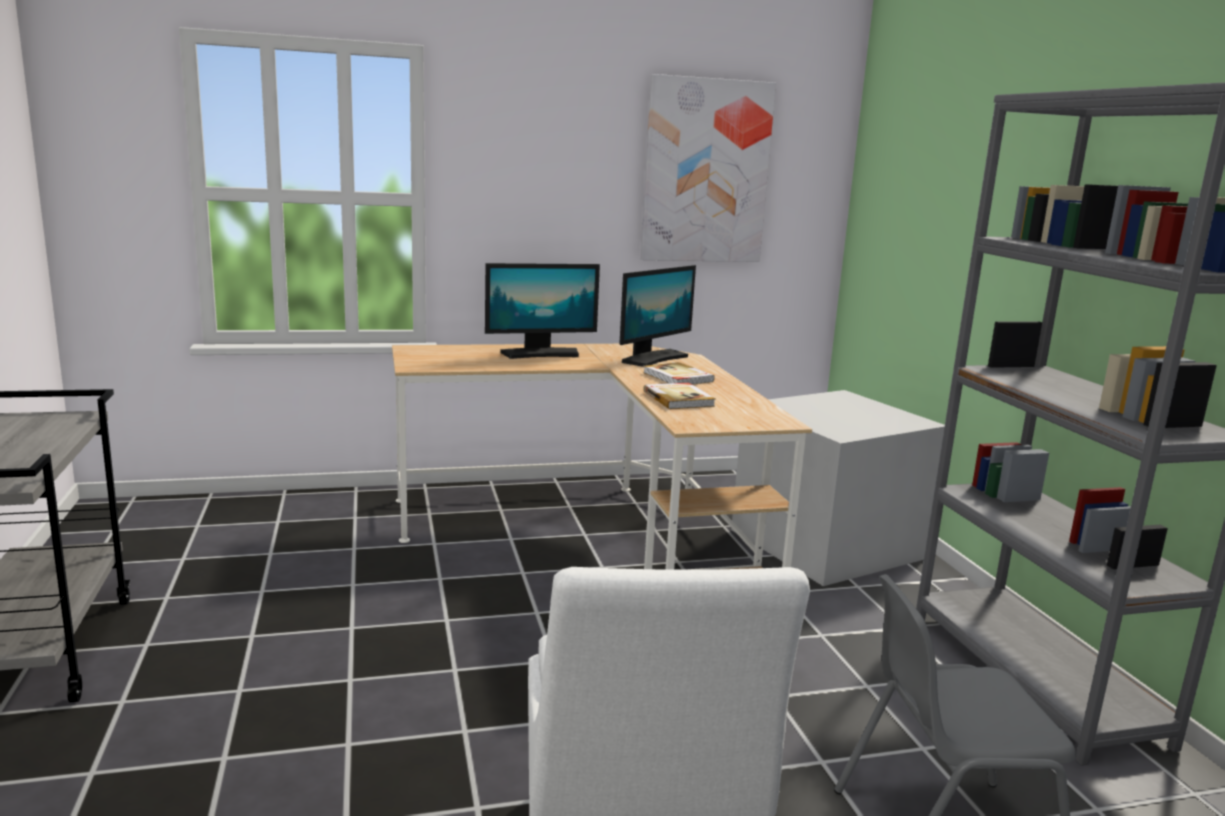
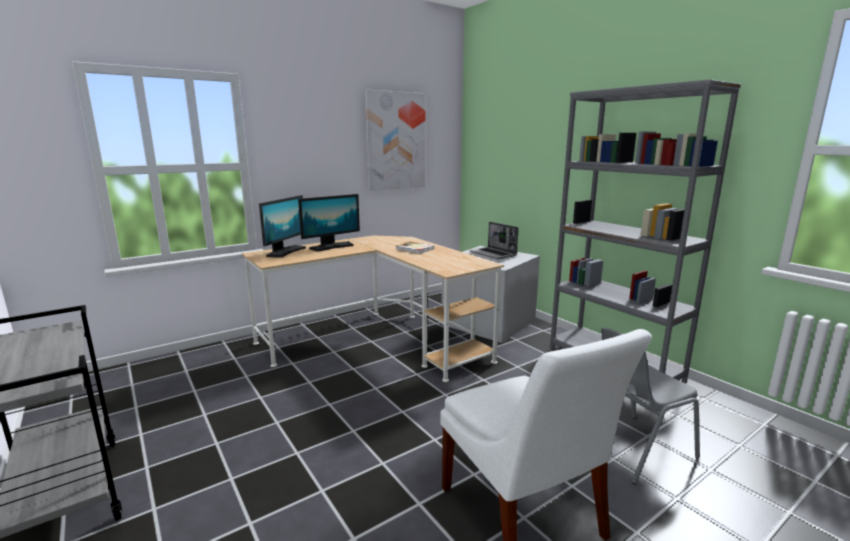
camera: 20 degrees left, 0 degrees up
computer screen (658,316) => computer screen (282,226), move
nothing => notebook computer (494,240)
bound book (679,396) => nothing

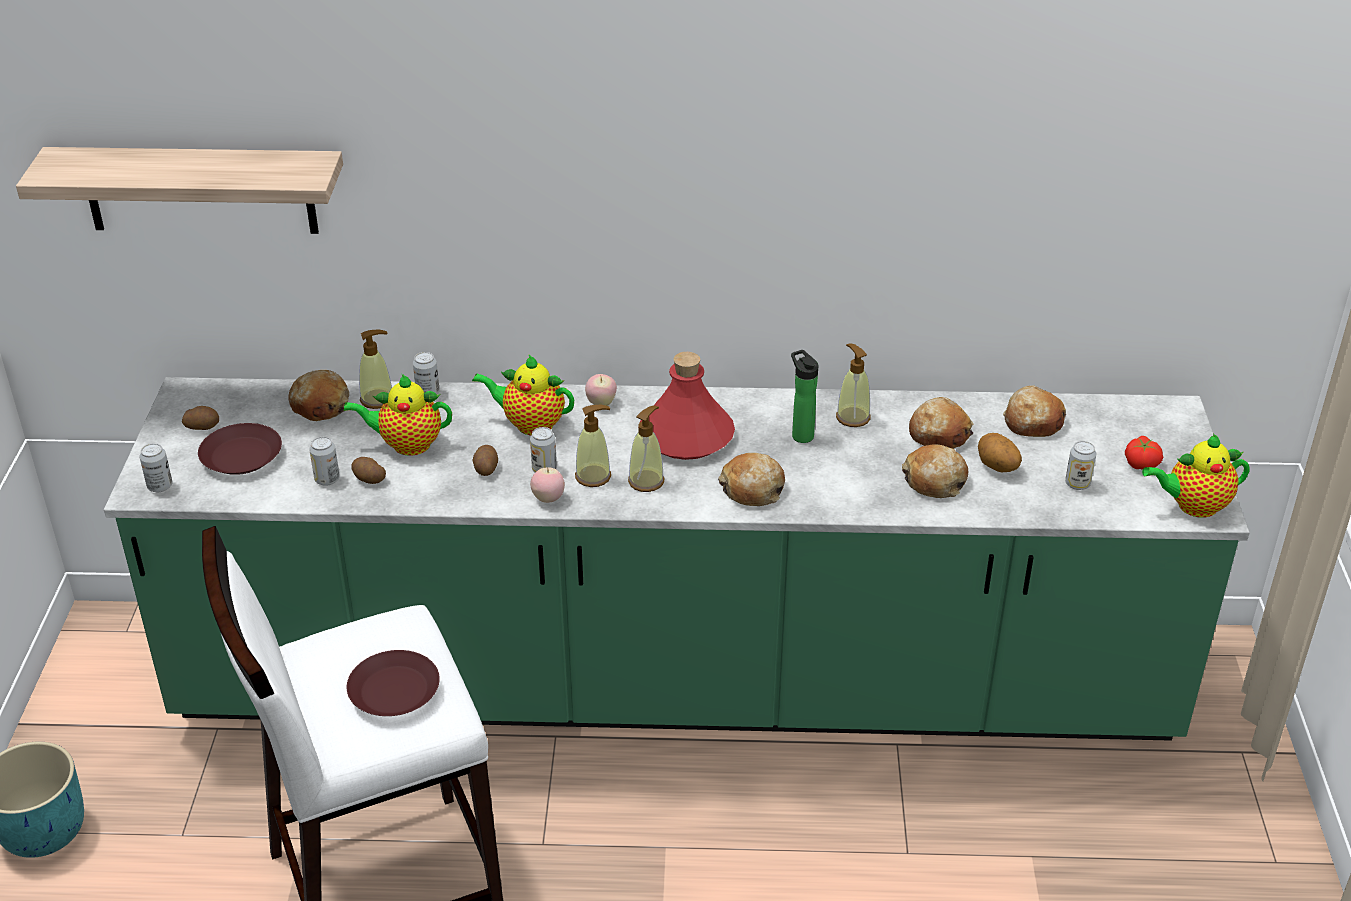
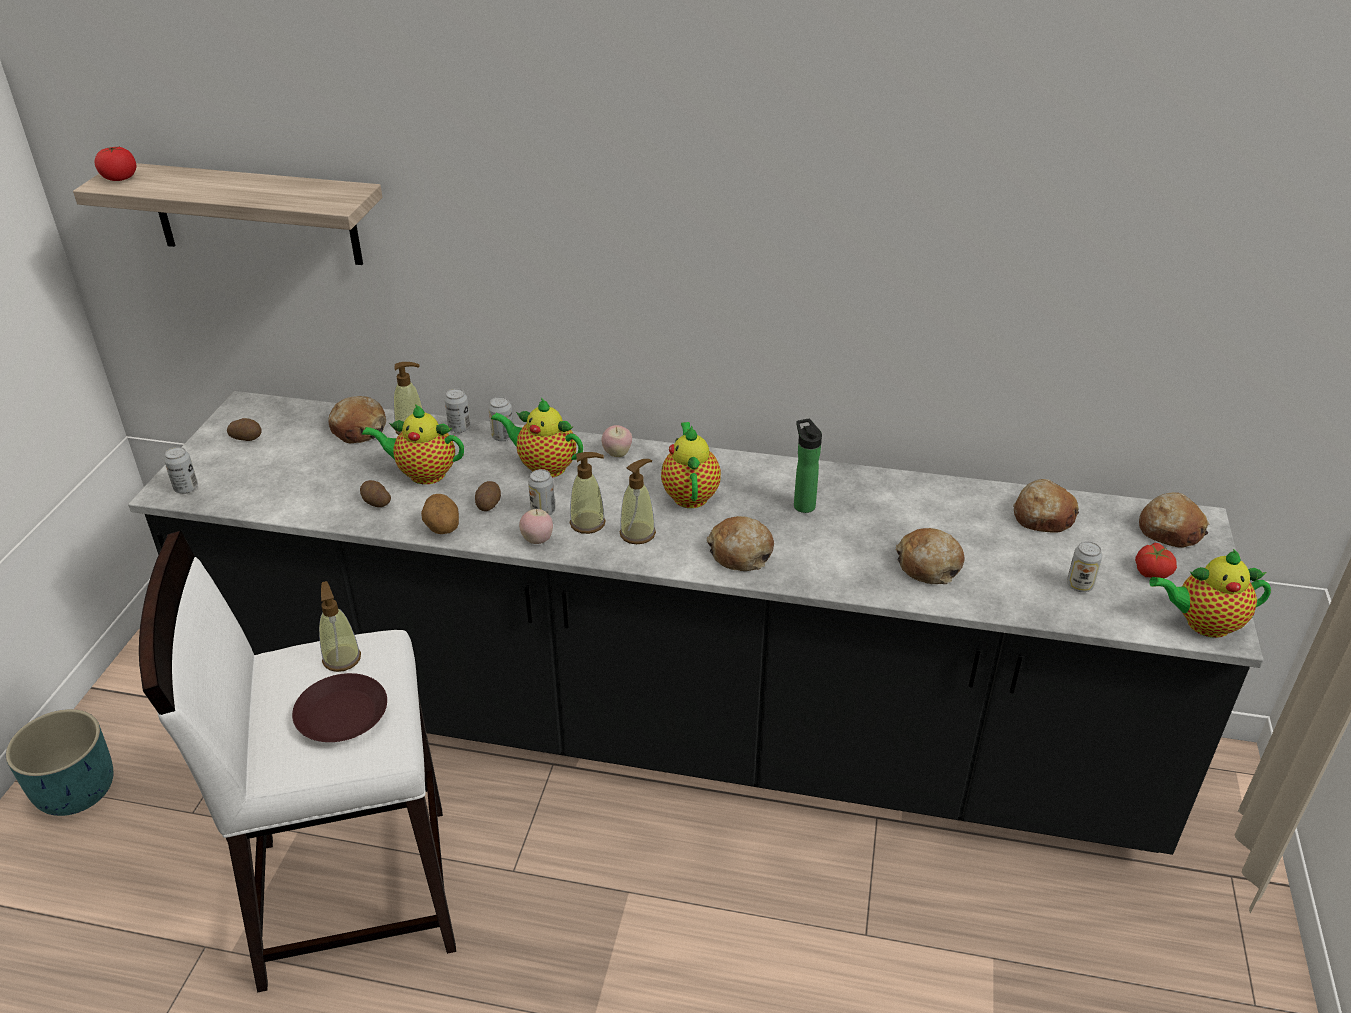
camera: 10 degrees right, 0 degrees up
nothing => fresh tomato (116,163)
greenish kitchen base unit (677,559) => blackish kitchen base unit (695,623)
liquid soap bottle (853,385) => liquid soap bottle (340,626), move
potato (1000,452) => potato (440,514), move
sealed can (324,461) => sealed can (500,419), move
red drink bottle (687,406) => teapot (691,465)
bakery bread (941,423) => bakery bread (1174,520), move
brown-coloured flat dish (240,449) => nothing

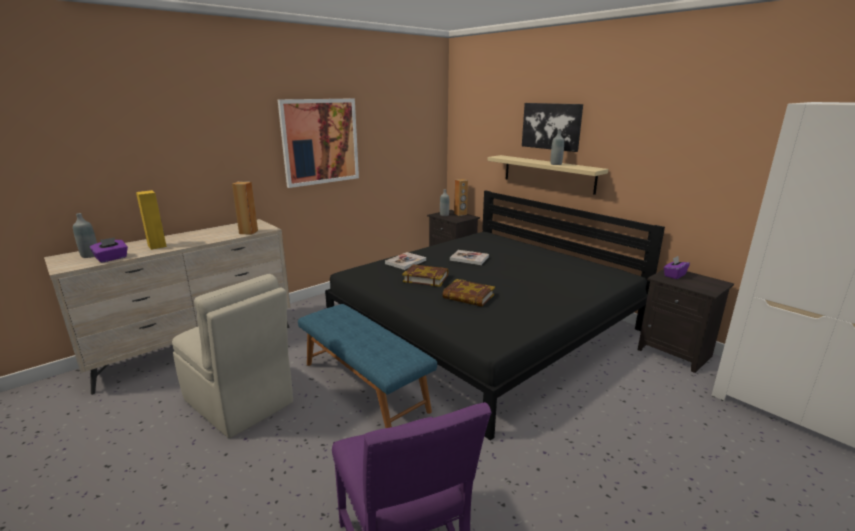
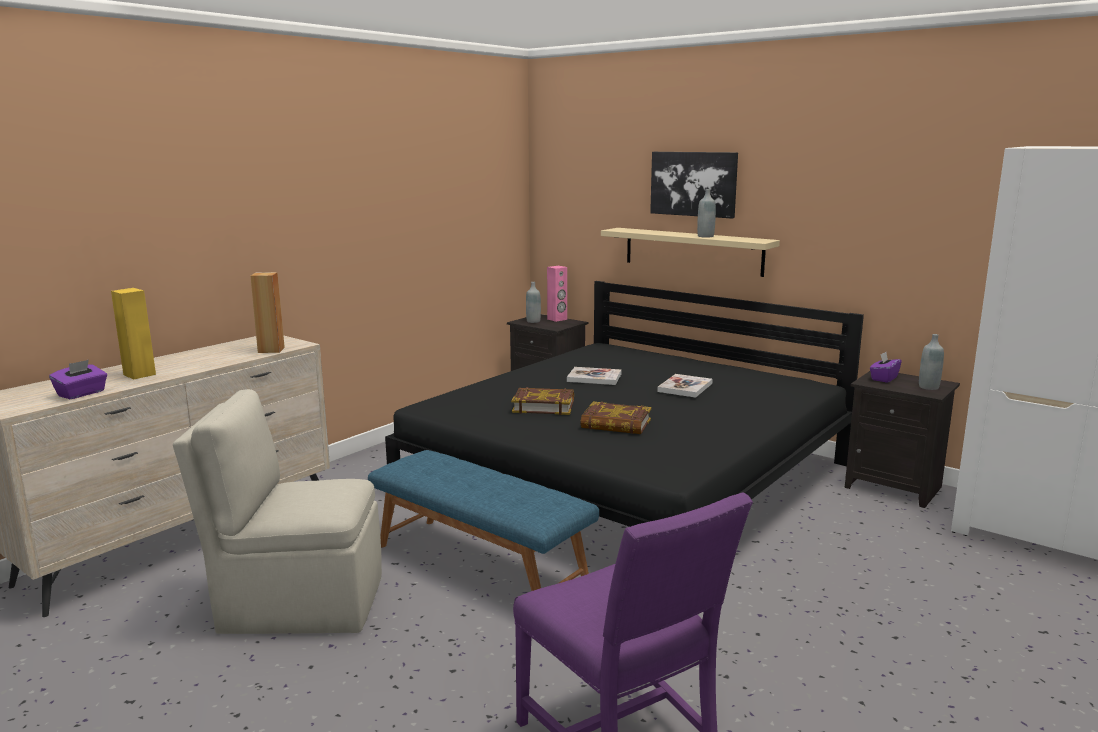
camera: 10 degrees left, 5 degrees down
beige upright chair (232,356) => beige upright chair (277,511), 150 degrees clockwise
brown-coloured loudspeaker (461,197) => pinkish loudspeaker (557,294)
bound book (405,261) => bound book (685,386), move
greyish drink bottle (85,235) => greyish drink bottle (931,362), move
wall art (318,143) => nothing

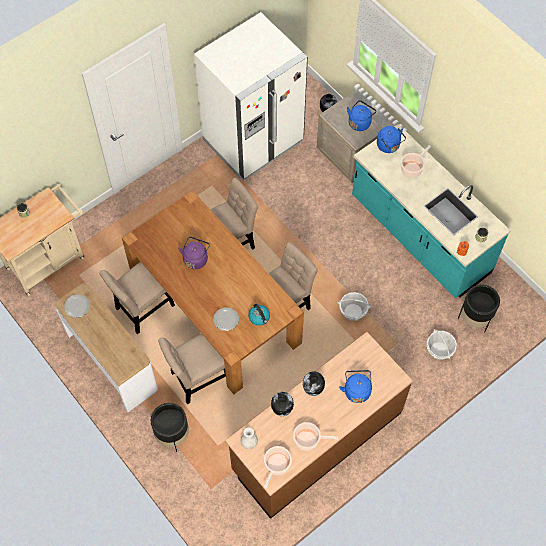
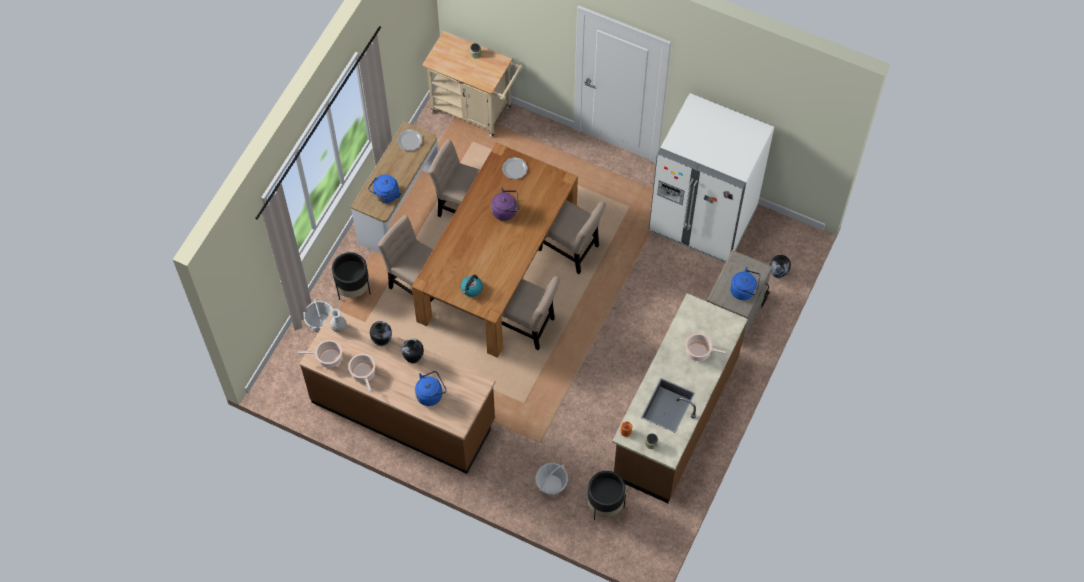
camera: 65 degrees right, 0 degrees up
storage basket (354,306) => storage basket (318,315), move
blue-coloured water kettle (391,139) => blue-coloured water kettle (384,188), move
flat dish (226,319) => flat dish (515,168), move
turquoise-coloured kitchen base unit (431,211) => brown-coloured kitchen base unit (680,398)

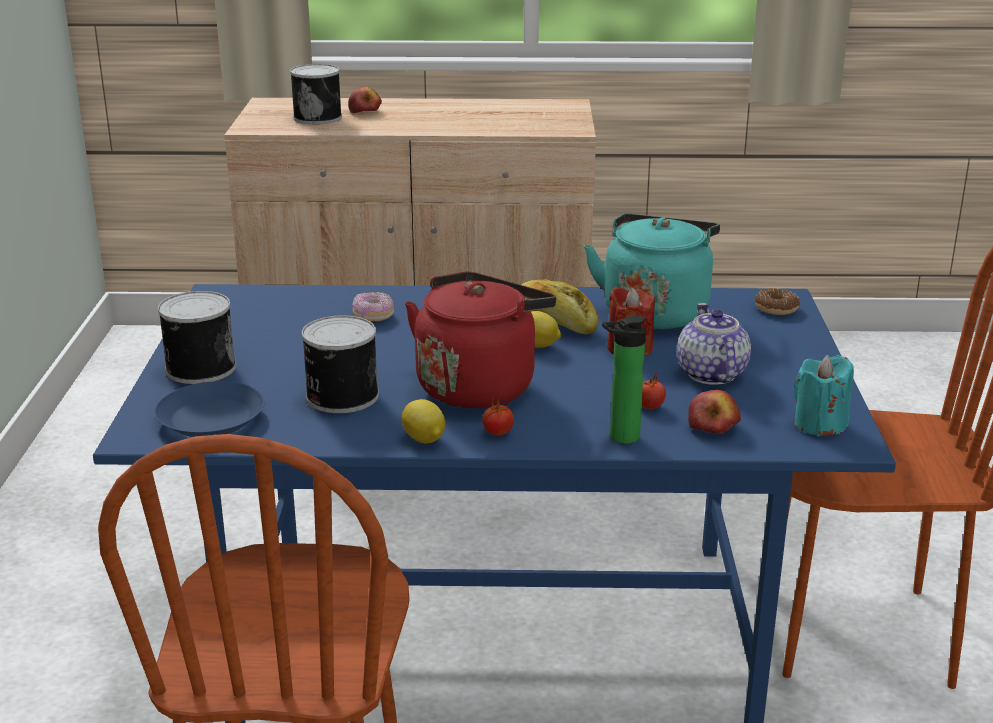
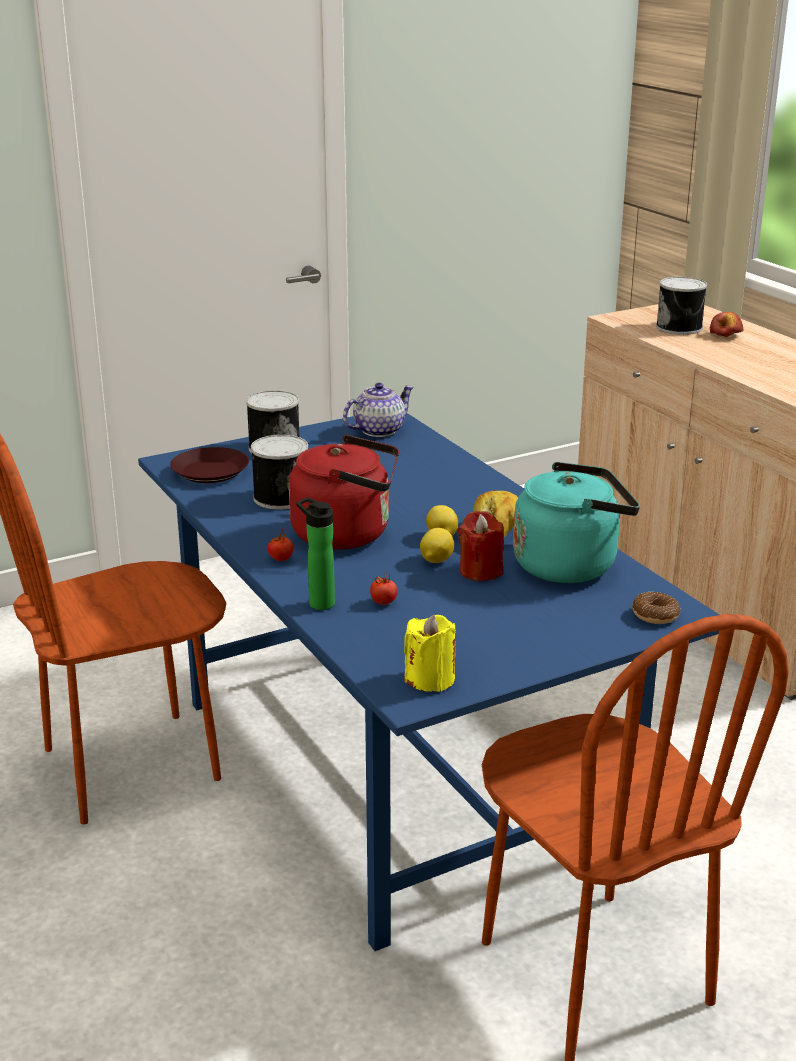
camera: 60 degrees right, 0 degrees up
blue-coloured flat dish (209,409) => brown-coloured flat dish (209,465)
teapot (714,344) => teapot (378,410), move
turquoise-coloured wax light (824,396) => yellowish wax light (430,653)
citrus fruit (423,421) => citrus fruit (437,545), move
doughnut (373,306) => nothing
apple (714,412) => nothing

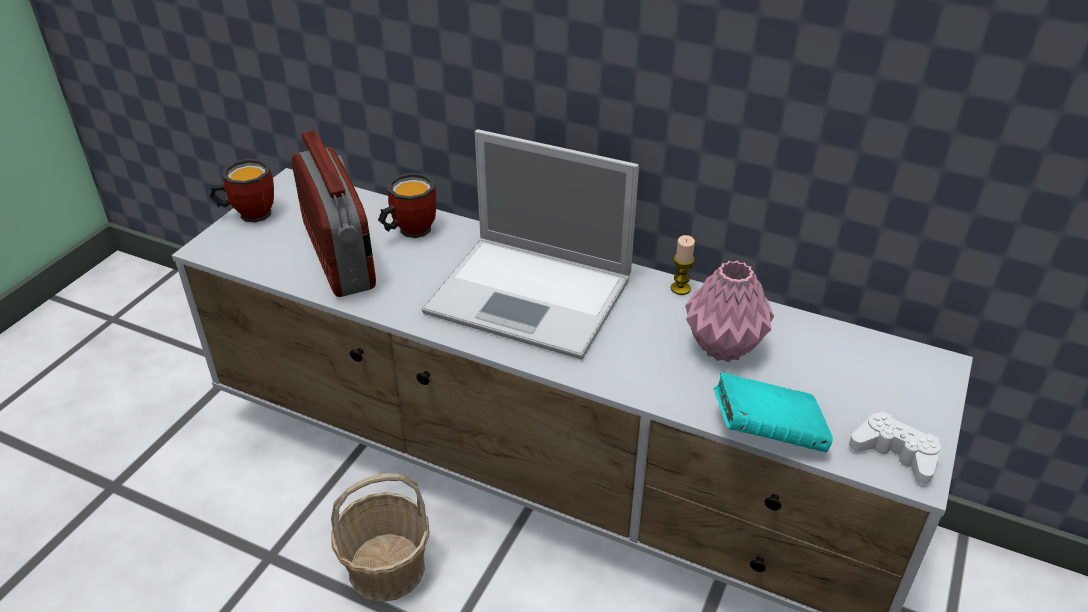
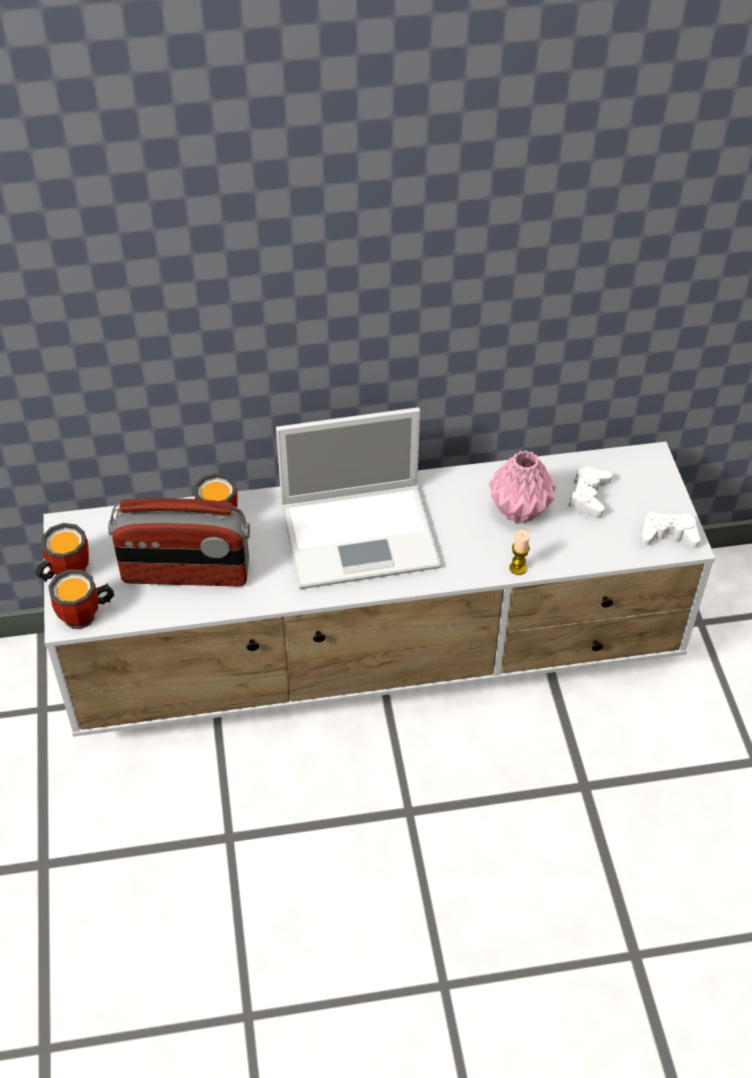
camera: 35 degrees left, 10 degrees up
nothing => coffee mug (81,599)
radio (333,213) => radio (179,542), 150 degrees clockwise
wax light (683,265) => wax light (520,552), move
nothing => white gamepad (590,492)
storage basket (380,537) => nothing
turquoise-coloured bound book (773,412) => nothing

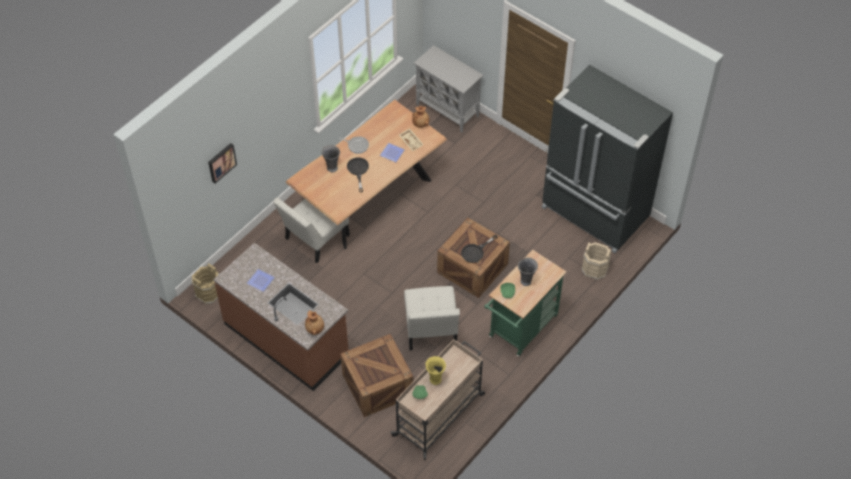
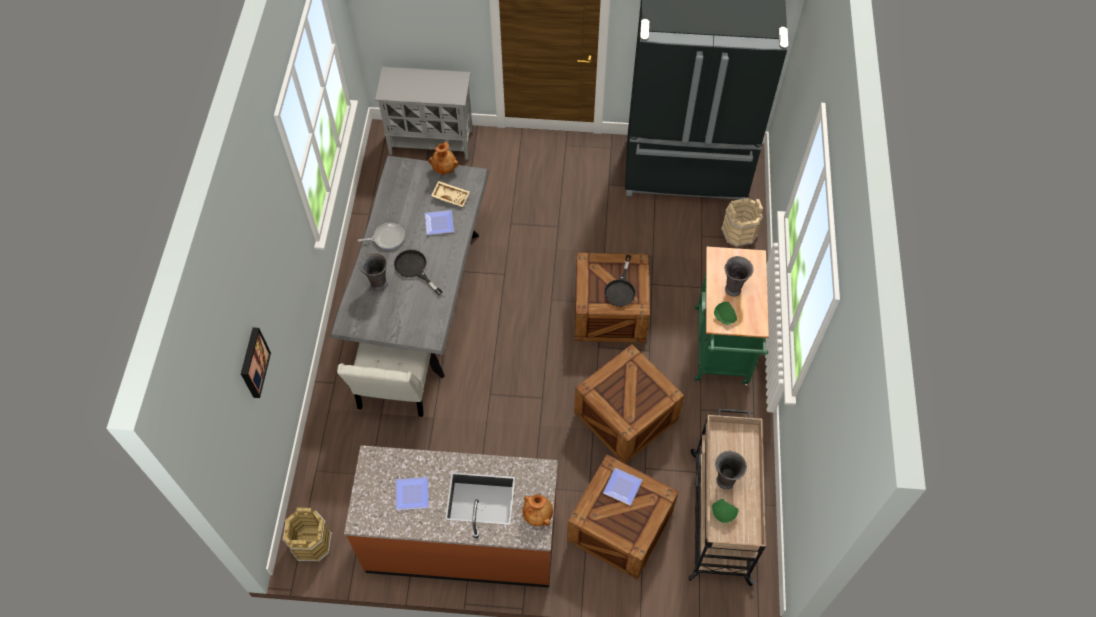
camera: 35 degrees left, 5 degrees up
brown-coloured dinner table (366,174) => greyish dinner table (409,267)
white upright chair (432,318) => packing crate (629,404)
nothing => flat dish (622,487)
yellowish decorative vase (436,370) => greyish decorative vase (731,470)

